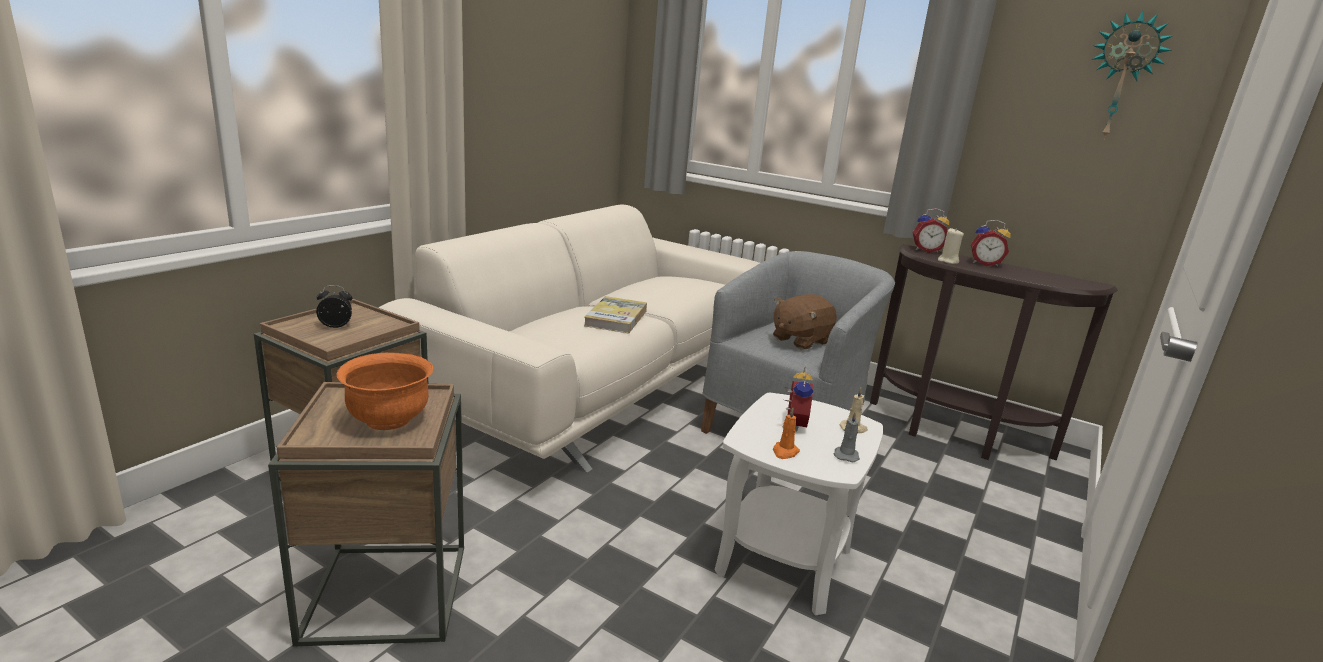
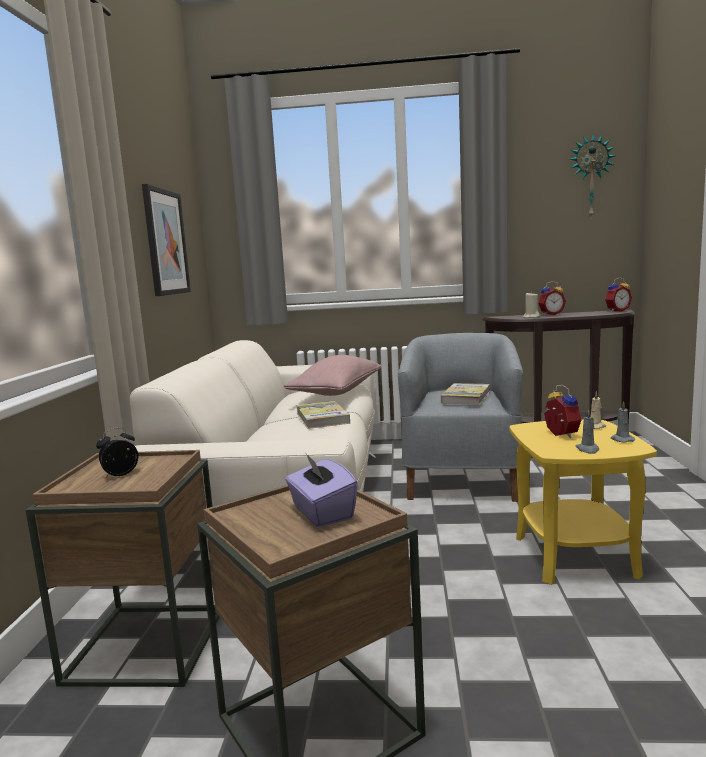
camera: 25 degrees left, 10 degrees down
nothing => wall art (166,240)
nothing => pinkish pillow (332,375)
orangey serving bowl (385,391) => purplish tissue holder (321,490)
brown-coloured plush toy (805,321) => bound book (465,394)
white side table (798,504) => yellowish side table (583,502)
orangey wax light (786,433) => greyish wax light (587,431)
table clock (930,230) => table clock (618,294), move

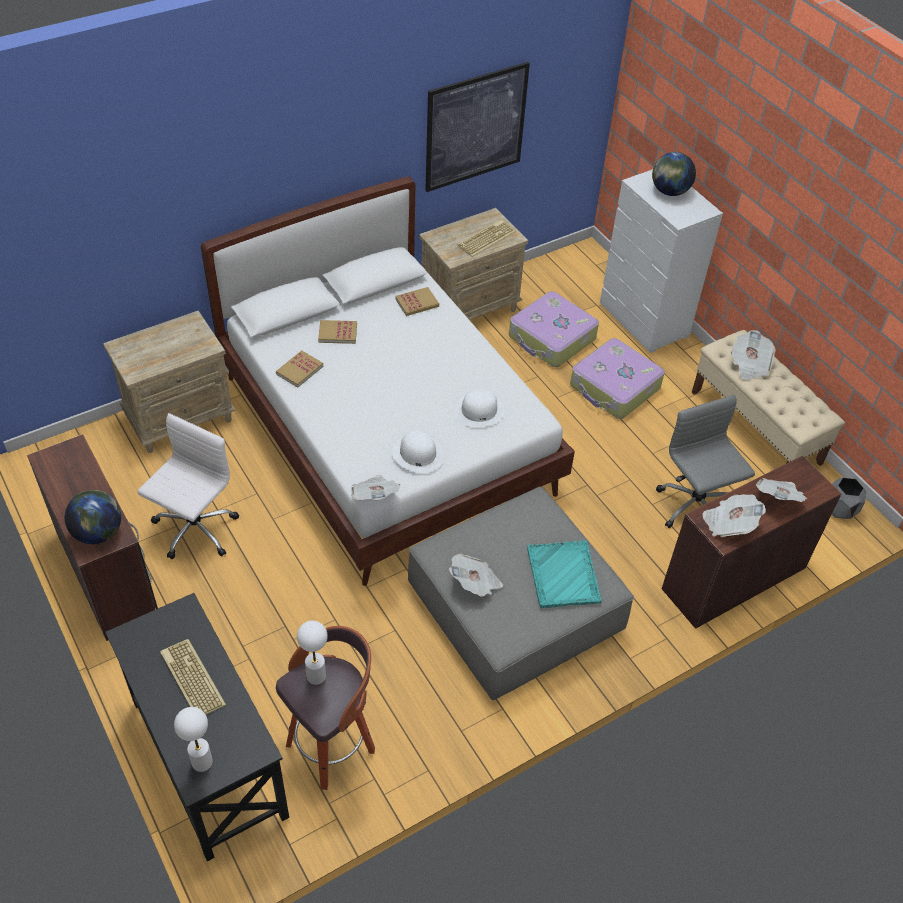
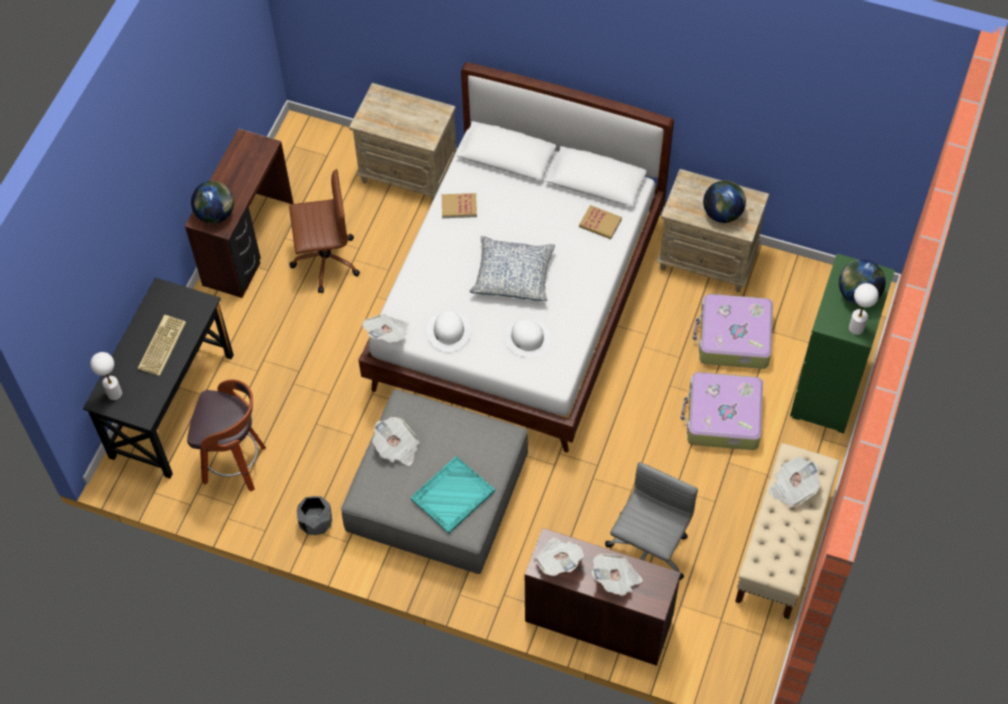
camera: 55 degrees right, 10 degrees up
white desk chair (188,486) => brown-coloured desk chair (324,231)
greyish planter (849,498) => greyish planter (314,515), move
nothing => pillow (512,268)
PC keyboard (486,238) => desk globe (724,201)
white chest of drawers (661,261) => greenish chest of drawers (842,343)
white tabletop lamp (312,653) => white tabletop lamp (864,309), move
bound book (337,332) => nothing
wall art (477,127) => nothing

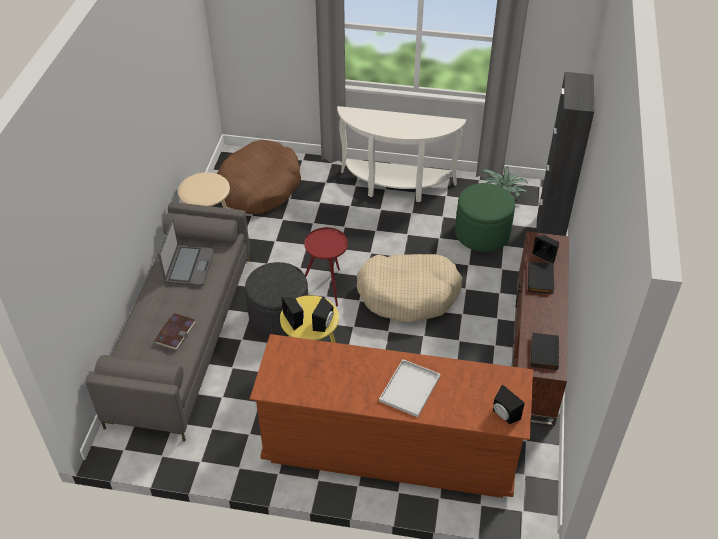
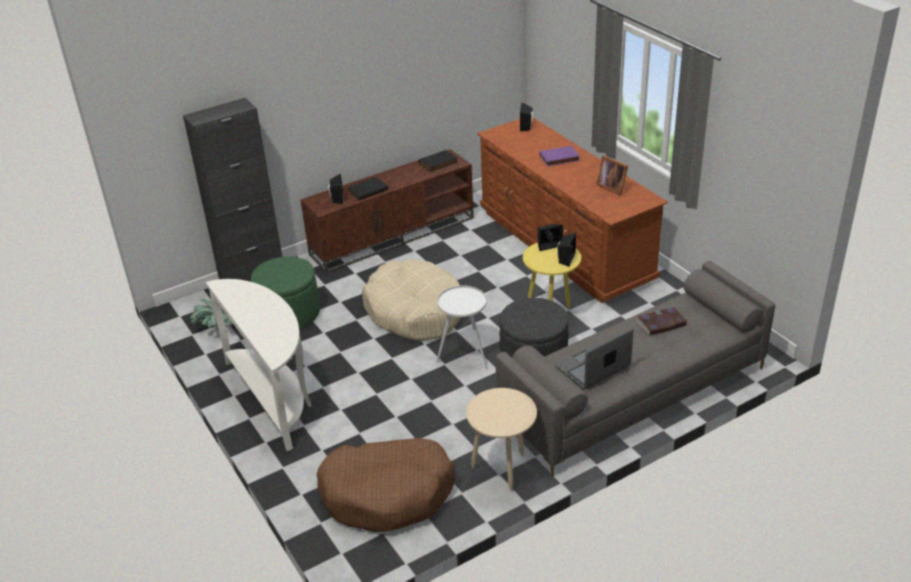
camera: 130 degrees left, 10 degrees down
red side table (326,266) => white side table (462,328)
white tray (410,388) => purplish bound book (560,156)
nothing => standing frame (612,175)

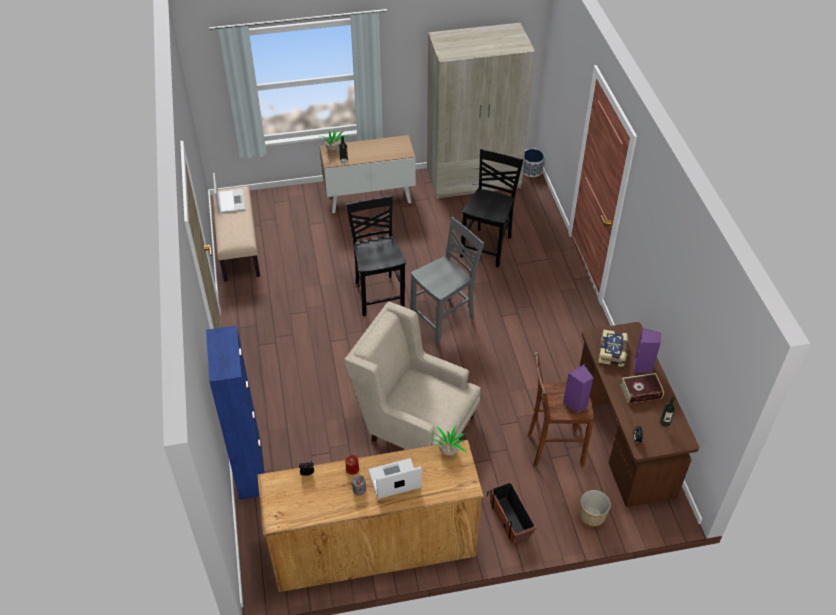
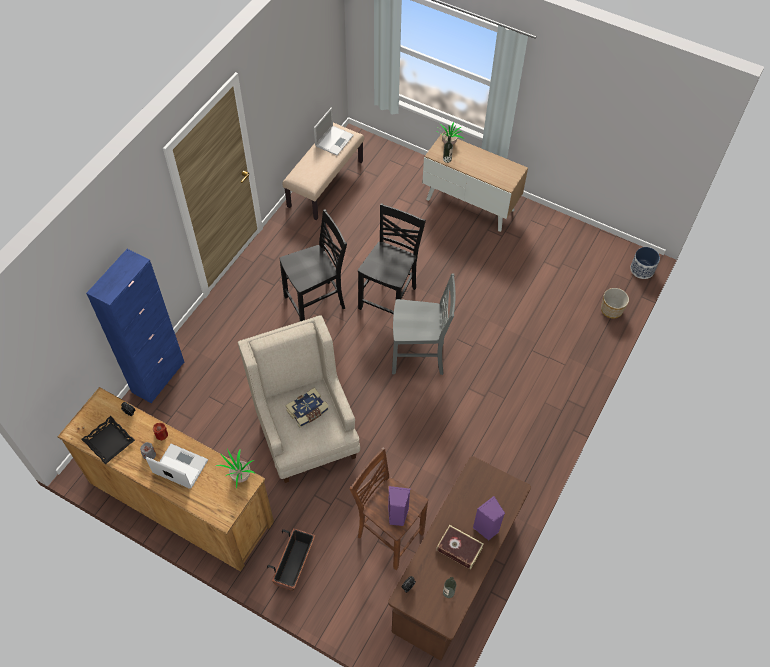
camera: 40 degrees right, 10 degrees up
nothing => blackish tray (108,440)
blackish upright chair (491,208) => blackish upright chair (313,265), move
bound book (613,348) => bound book (307,408), move
planter (595,508) => planter (615,303), move
beige wardrobe (481,111) => nothing

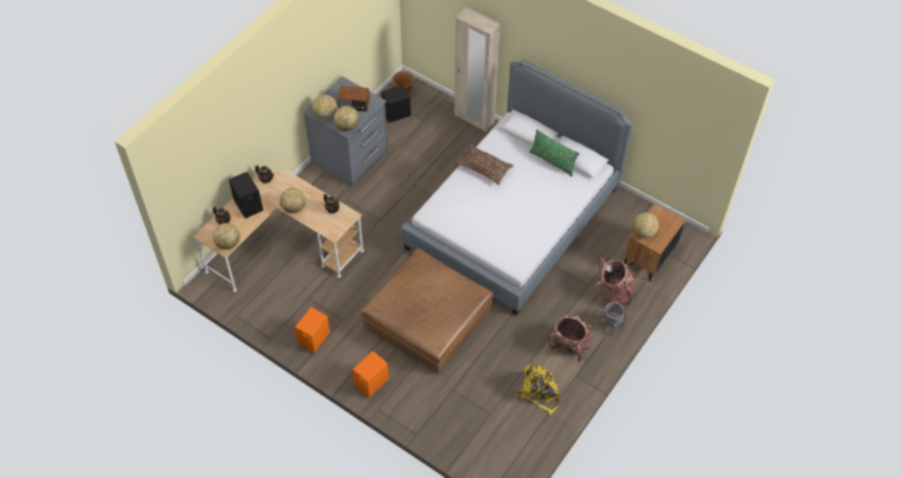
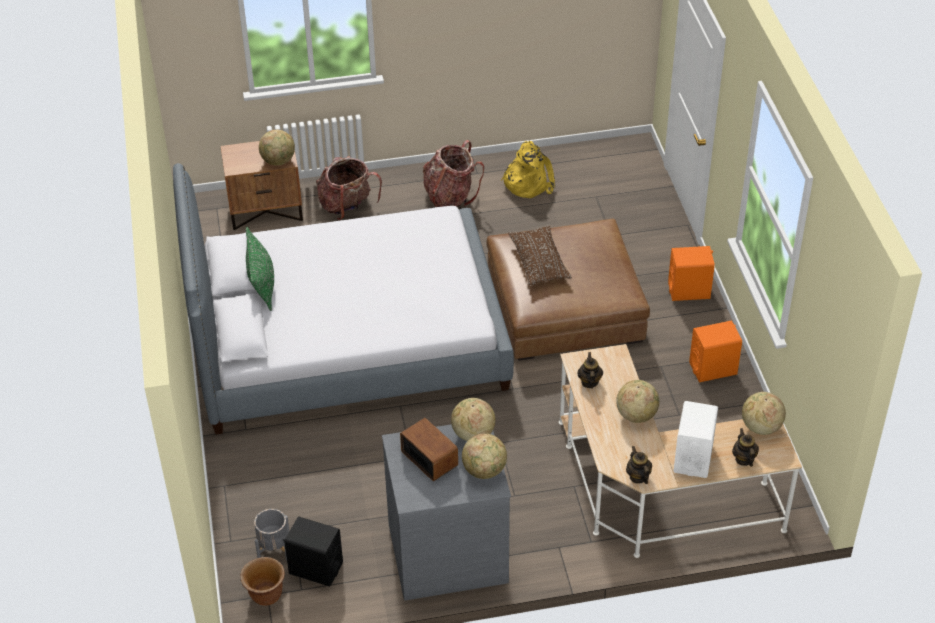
camera: 135 degrees left, 10 degrees down
greyish planter (612,319) => greyish planter (272,535), move
brown-coloured pillow (484,164) => brown-coloured pillow (540,255), move
blackish loudspeaker (246,195) => white loudspeaker (696,439)
beige wardrobe (477,69) => nothing

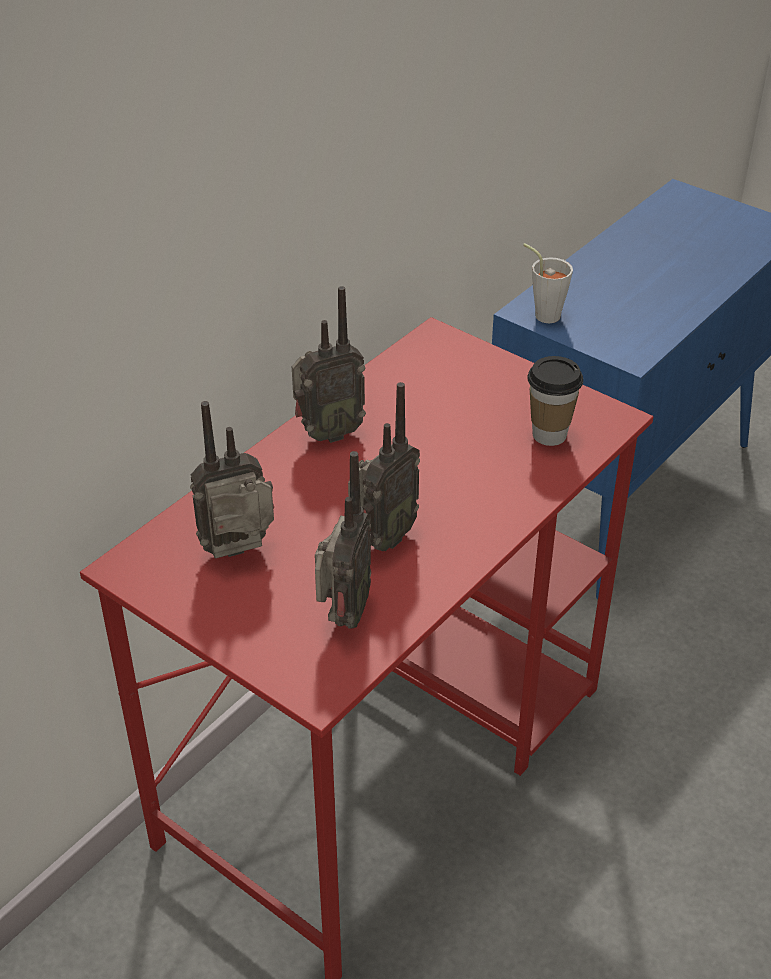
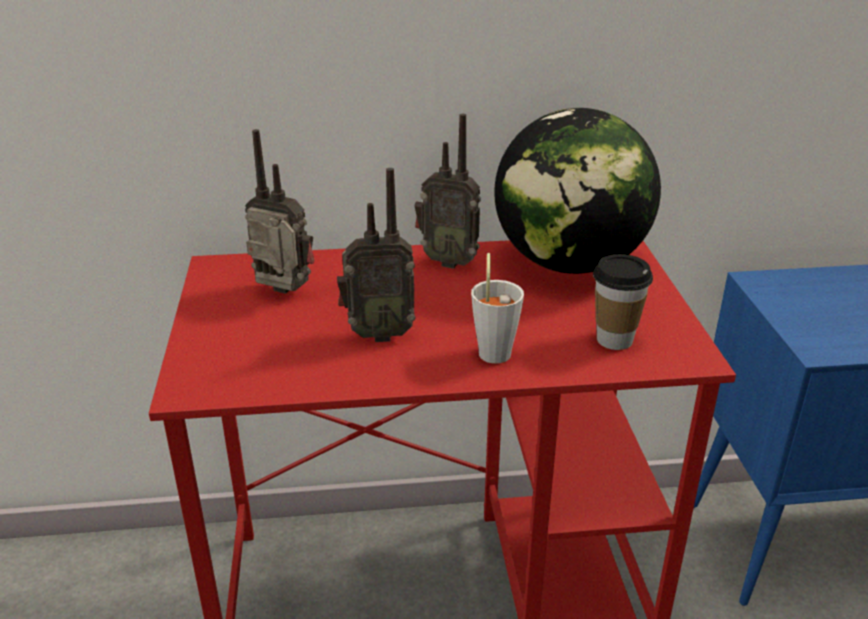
camera: 45 degrees right, 10 degrees down
greyish cup (548,283) => greyish cup (497,308), move
nothing => desk globe (577,191)
radio (343,540) => nothing

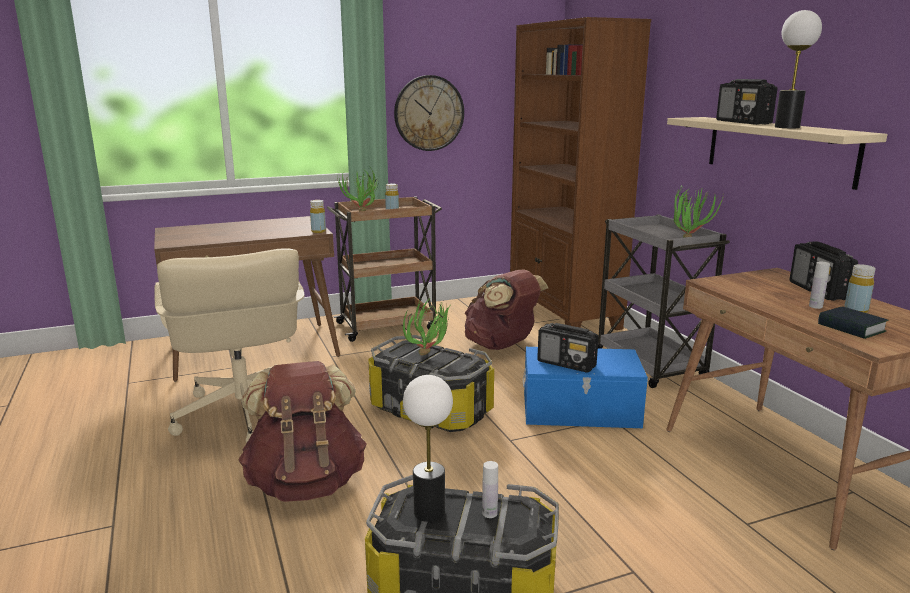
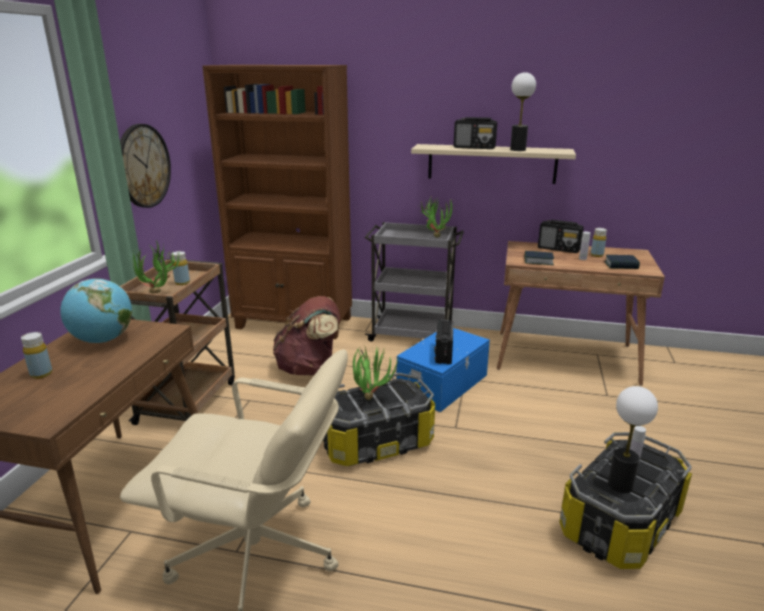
camera: 55 degrees left, 5 degrees up
yellowish drink bottle (318,216) => yellowish drink bottle (36,355), move
nothing => desk globe (96,310)
radio (567,348) => radio (443,342), 120 degrees clockwise
nothing => bound book (539,258)
brown-coloured rucksack (302,431) => nothing

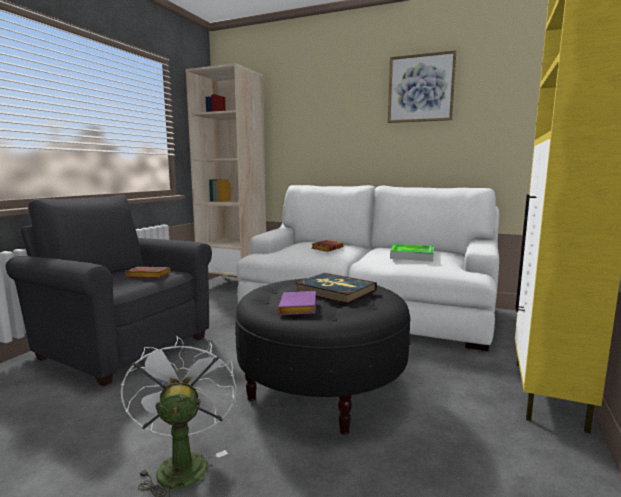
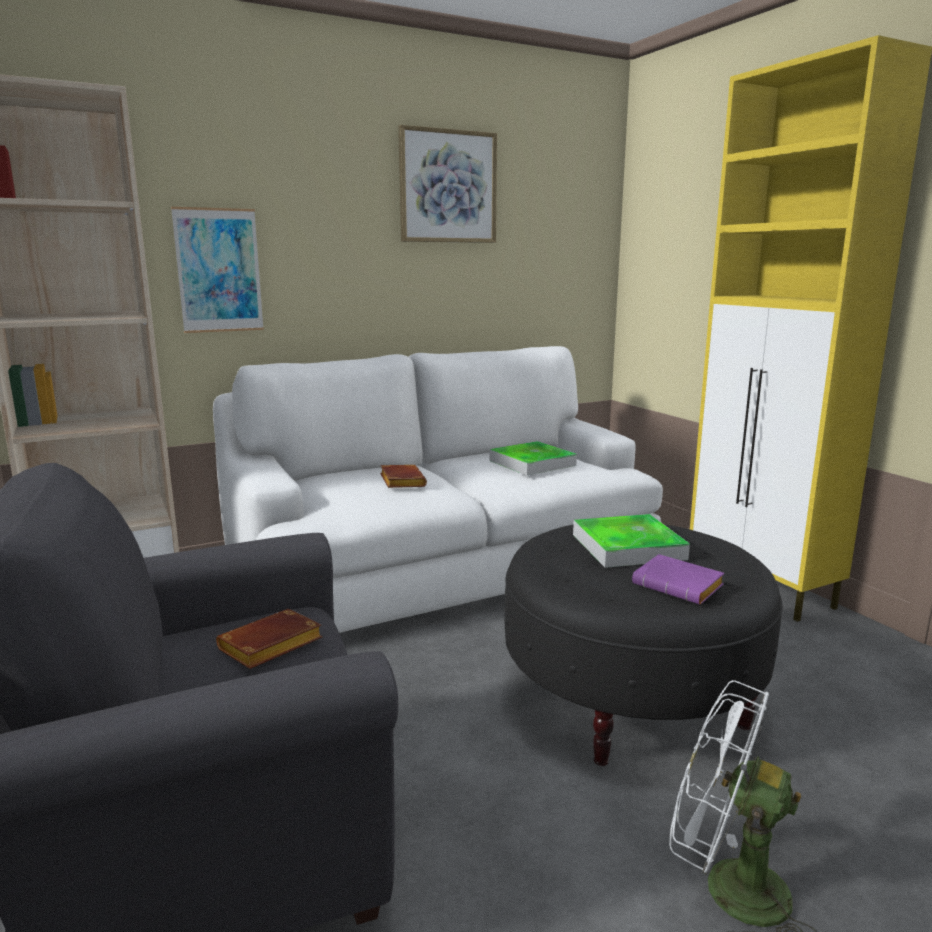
camera: 50 degrees left, 5 degrees up
nothing => wall art (217,270)
bound book (336,288) => tray (631,541)

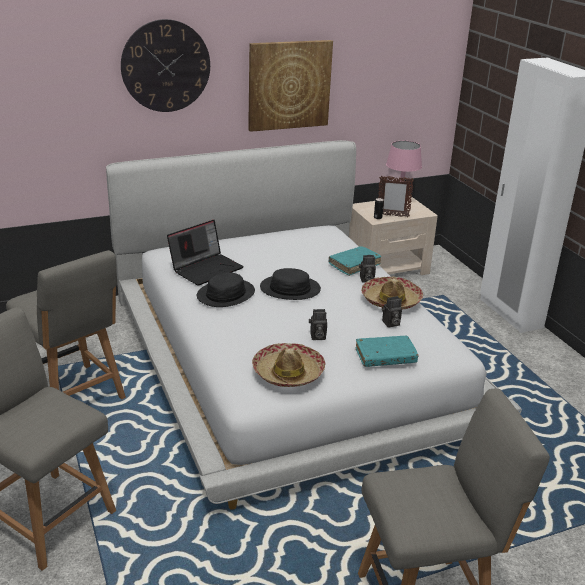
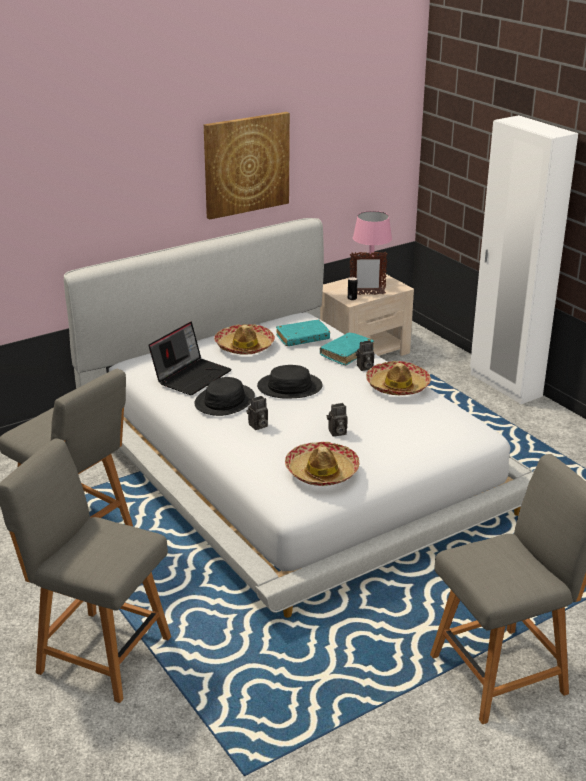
camera: 10 degrees left, 0 degrees up
nothing => wearable hat (244,339)
still camera (392,311) => still camera (257,413), move
turquoise-coloured bound book (387,351) => turquoise-coloured bound book (303,333), move
hanging clock (165,65) => nothing

